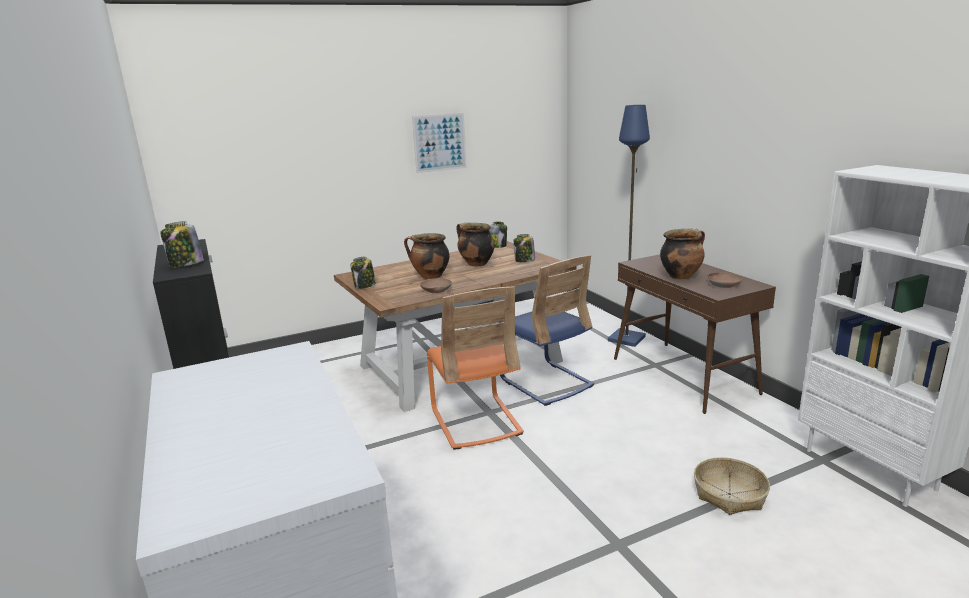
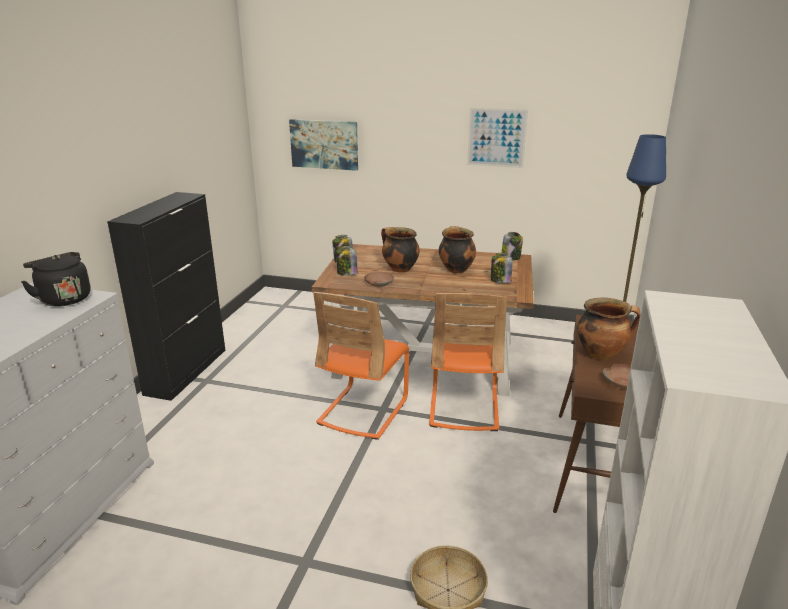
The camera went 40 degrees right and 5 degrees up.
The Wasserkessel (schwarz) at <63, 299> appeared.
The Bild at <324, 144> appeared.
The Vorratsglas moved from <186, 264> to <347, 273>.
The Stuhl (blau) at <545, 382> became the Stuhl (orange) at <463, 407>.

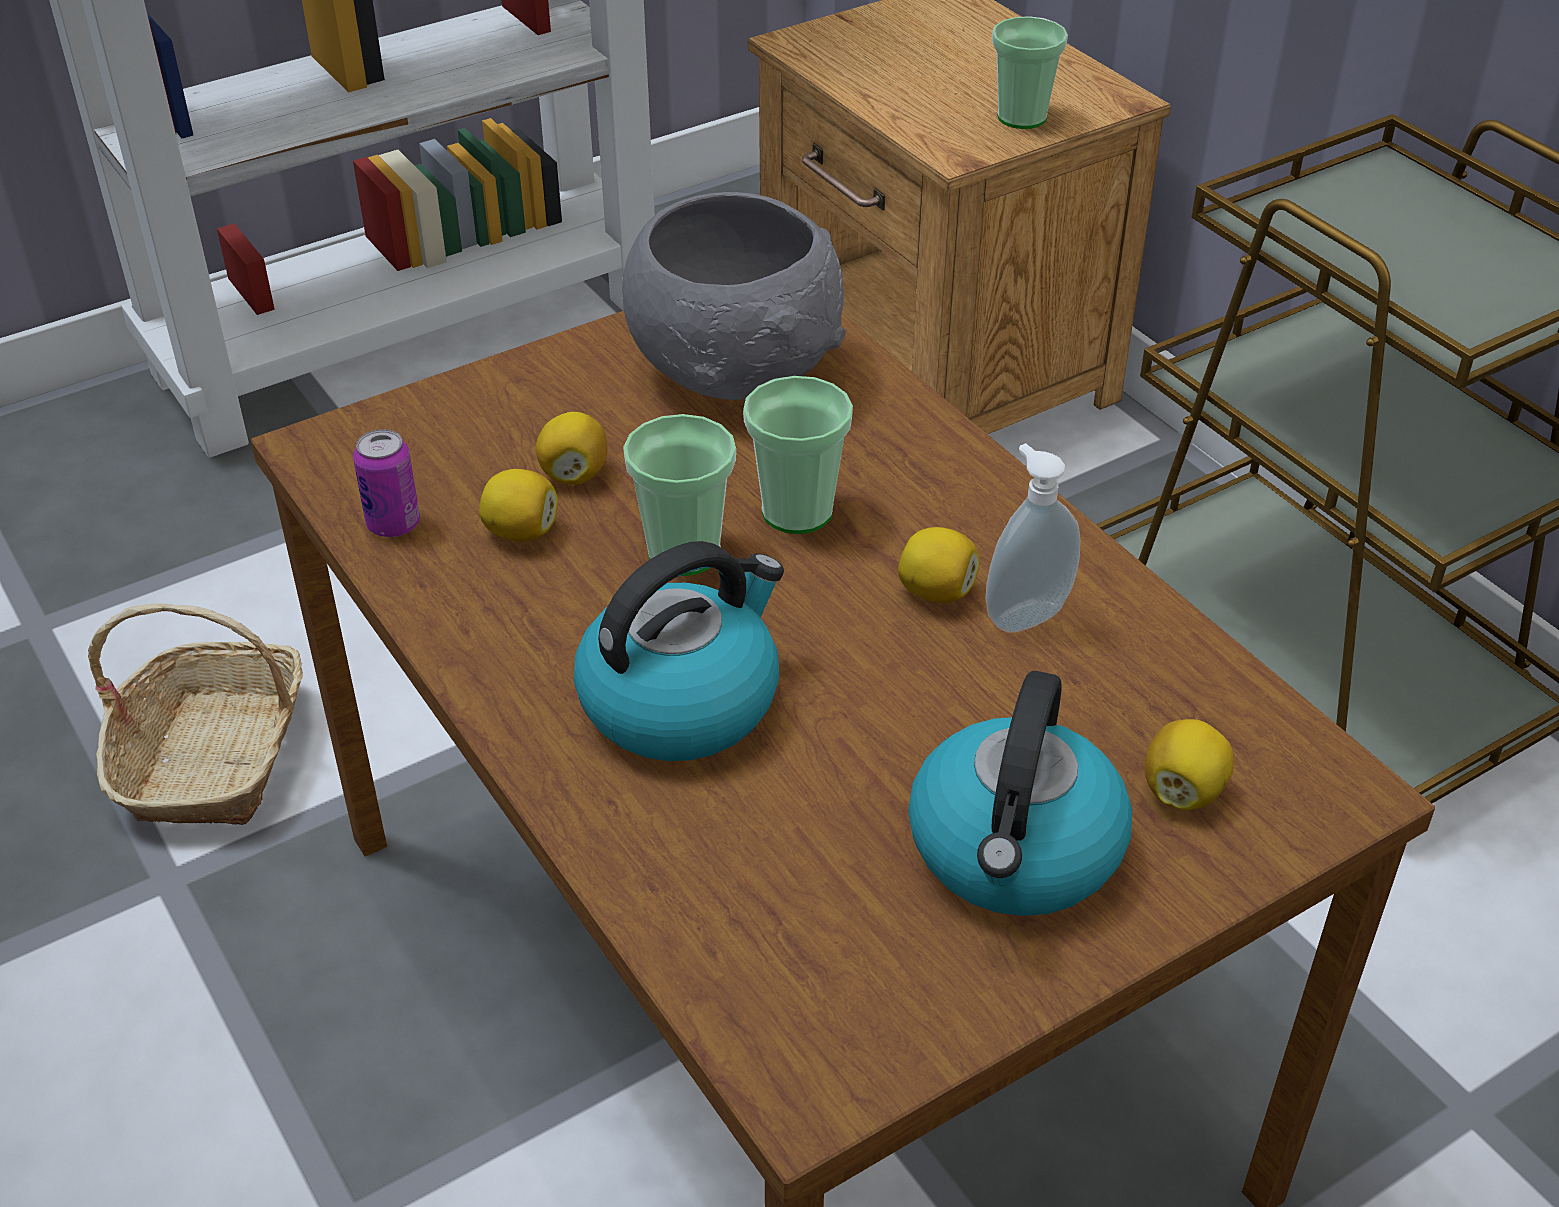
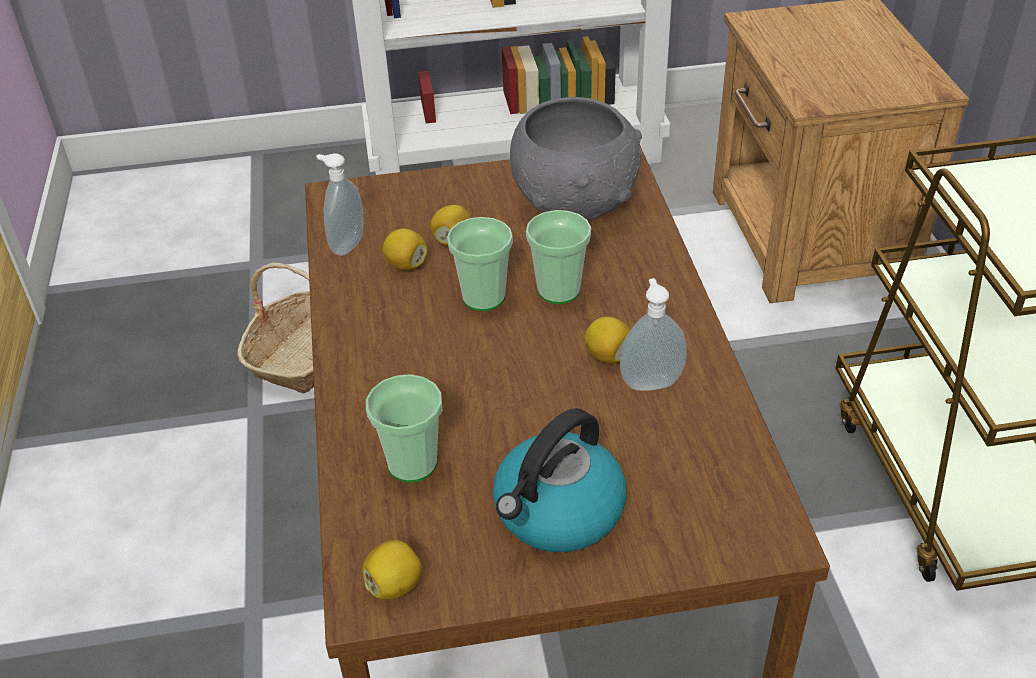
The camera went 25 degrees right and 0 degrees up.
The Dose at <393, 524> was replaced by the Seifenspender at <345, 245>.
The Zitrone moved from <1183, 791> to <395, 585>.
The Tasse moved from <1022, 117> to <412, 463>.
The Wasserkessel at <681, 700> disappeared.

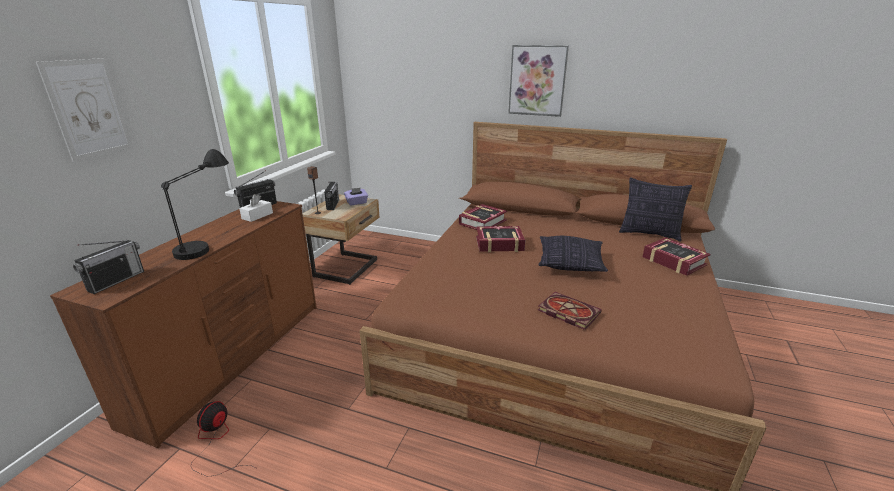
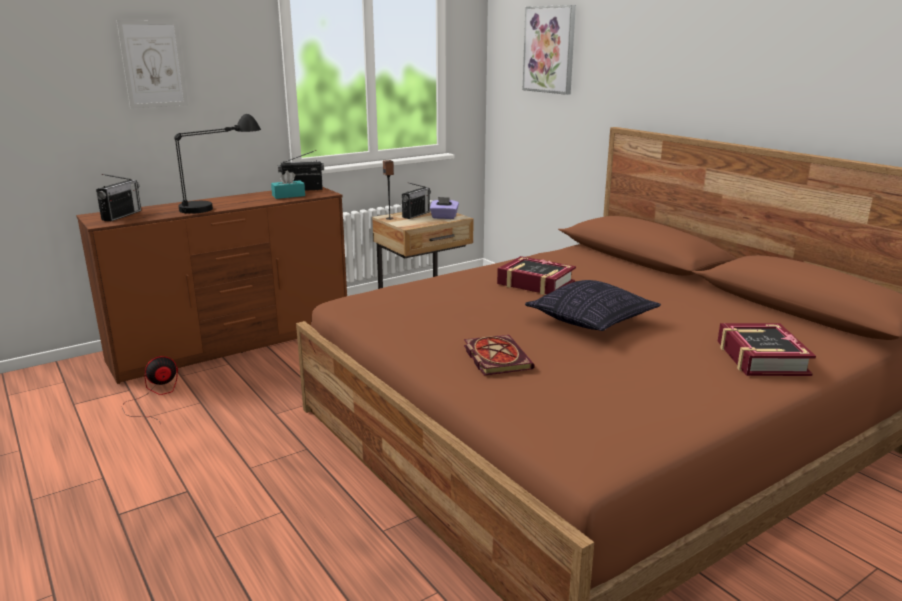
The camera went 35 degrees right and 5 degrees down.
The Radio at <116, 281> turned 45 degrees counterclockwise.
The Taschentuchbox (weiß) at <257, 216> became the Taschentuchbox (türkis) at <288, 196>.
The Bild moved from <537, 80> to <549, 49>.
The Buch at <482, 222> disappeared.
The Kissen at <649, 234> disappeared.

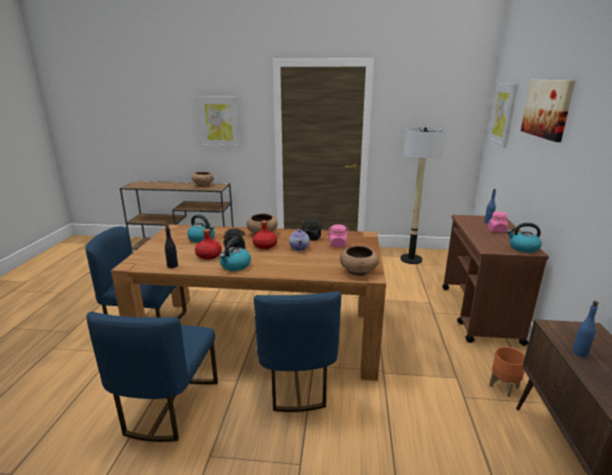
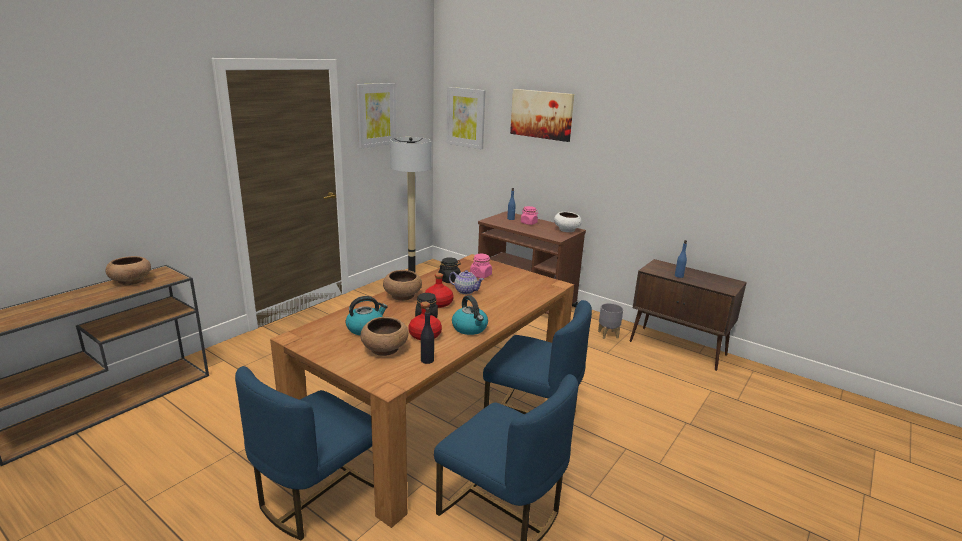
The camera went 60 degrees left and 0 degrees up.
The Bild moved from <219, 122> to <376, 115>.
The Schüssel (braun) moved from <358, 271> to <385, 349>.
The Wasserkessel at <523, 248> was replaced by the Schüssel (weiß) at <567, 230>.
The Pflanzkübel (orange) at <504, 387> became the Pflanzkübel (grau) at <608, 334>.

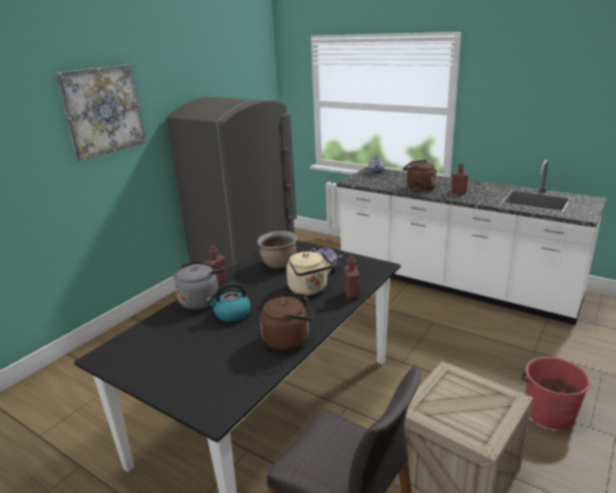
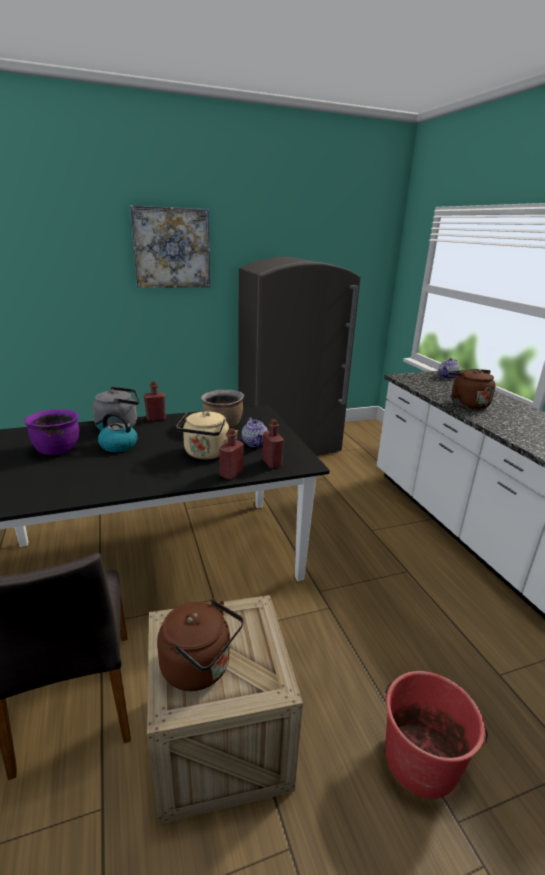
The camera went 35 degrees right and 0 degrees up.
The Kochtopf (lila) at <57, 449> appeared.
The Wasserkessel (braun) moved from <289, 339> to <200, 667>.
The Flasche (rot) moved from <458, 192> to <272, 463>.

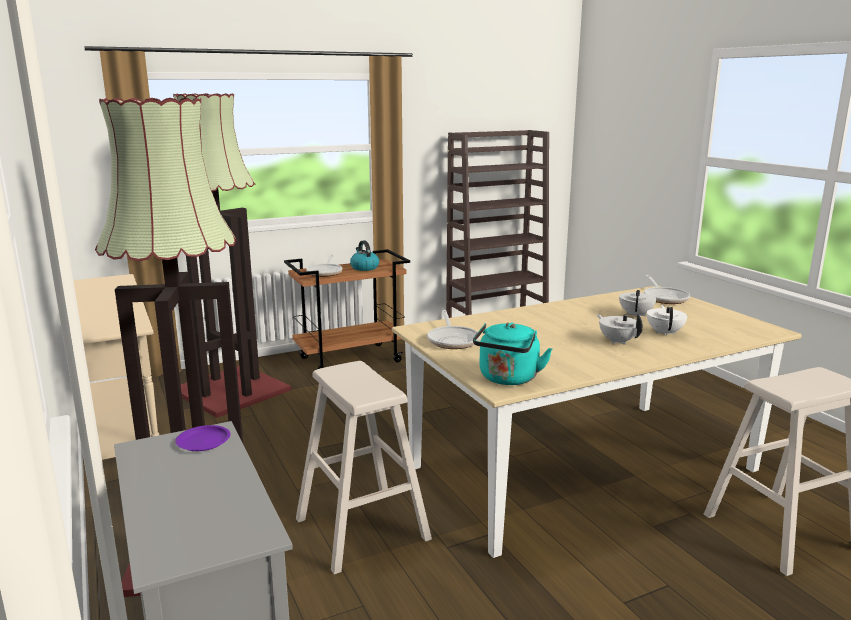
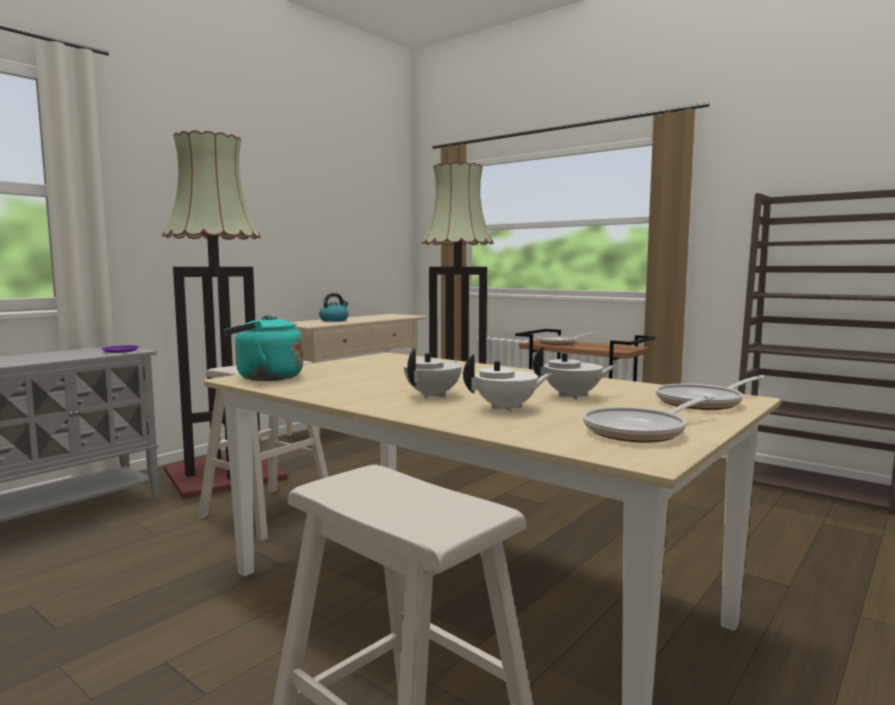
The camera went 65 degrees right and 10 degrees down.
The Wasserkessel moved from <364, 267> to <334, 320>.
The Pfanne moved from <453, 340> to <640, 431>.

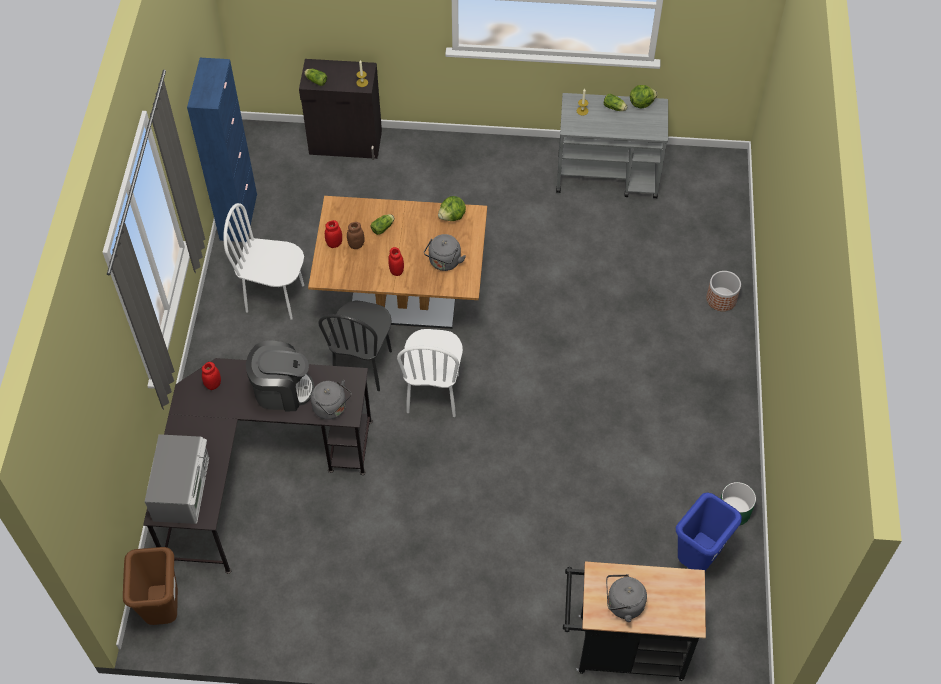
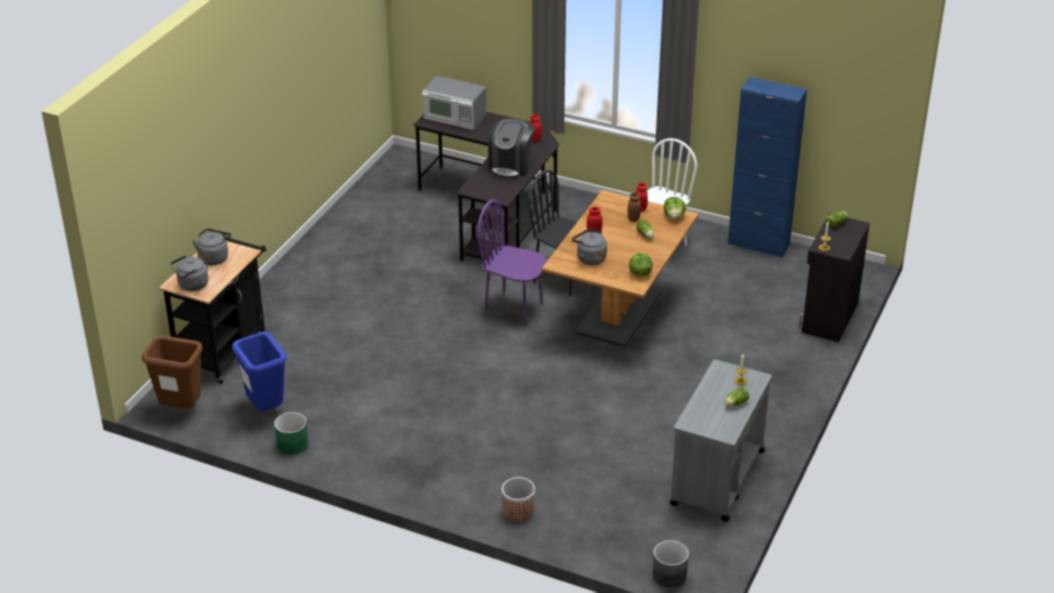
The camera went 110 degrees right and 20 degrees down.
The Mülleimer (braun) moved from <164, 610> to <181, 409>.
The Wasserkessel (grau) moved from <332, 408> to <191, 286>.
The Stuhl (weiß) at <433, 393> became the Stuhl (lila) at <513, 309>.
The Pflanzkübel (grau) at <670, 575> appeared.
The Salatkopf moved from <641, 103> to <674, 217>.

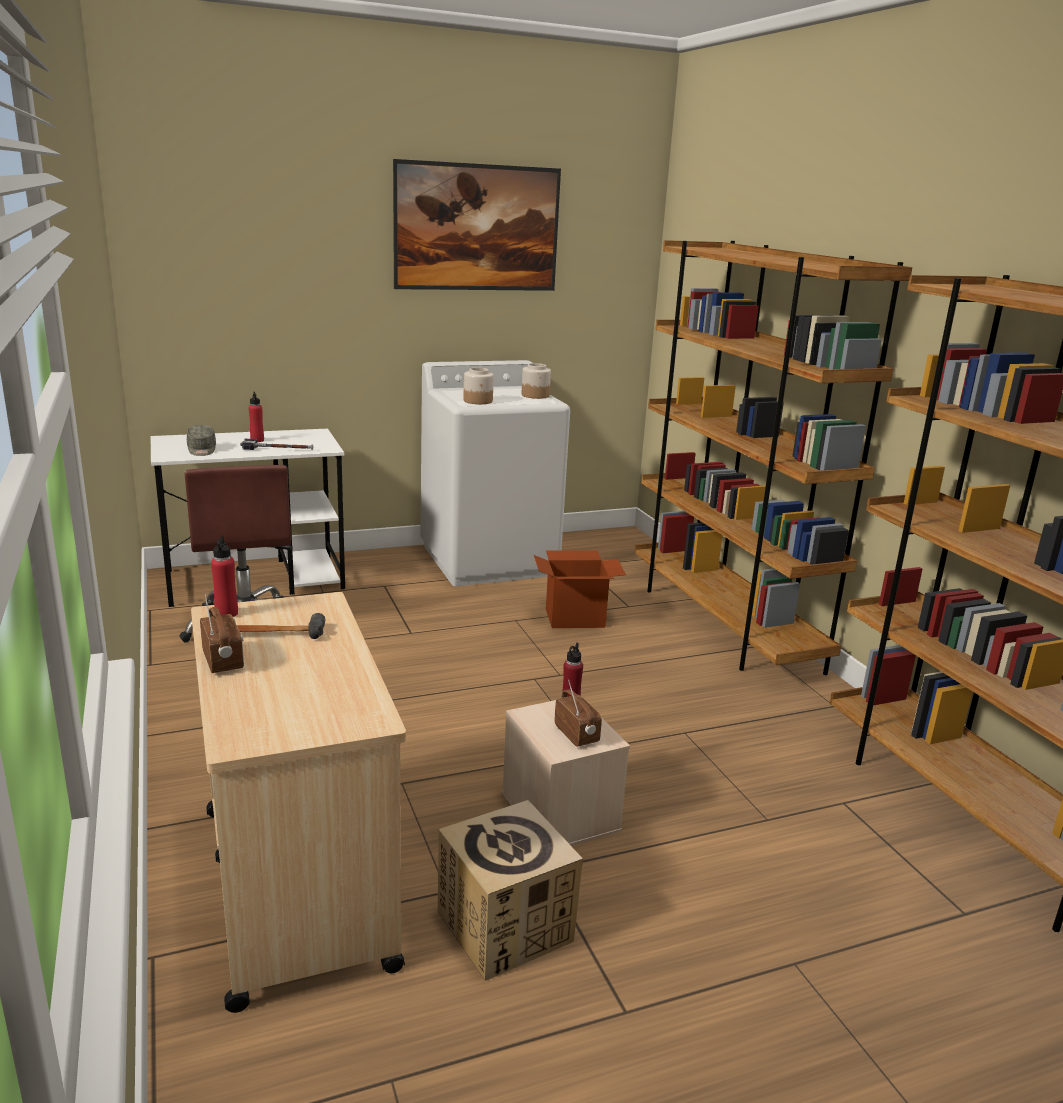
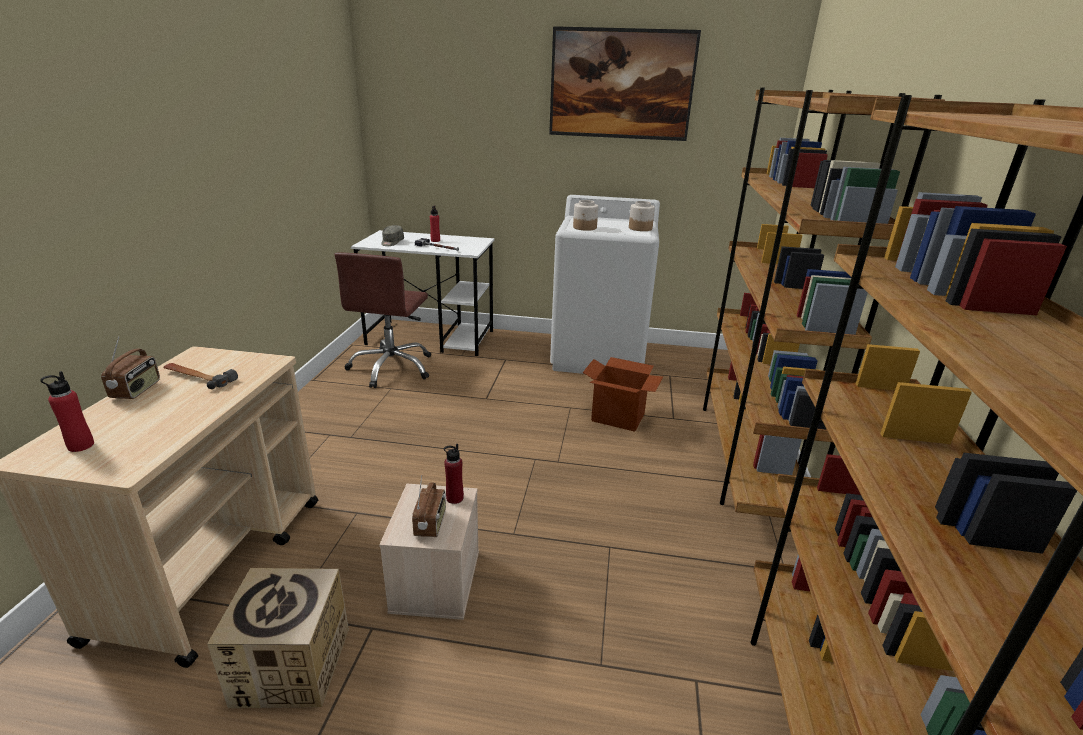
The camera went 30 degrees right and 5 degrees up.
The Flasche (rot) moved from <226, 613> to <81, 445>.

